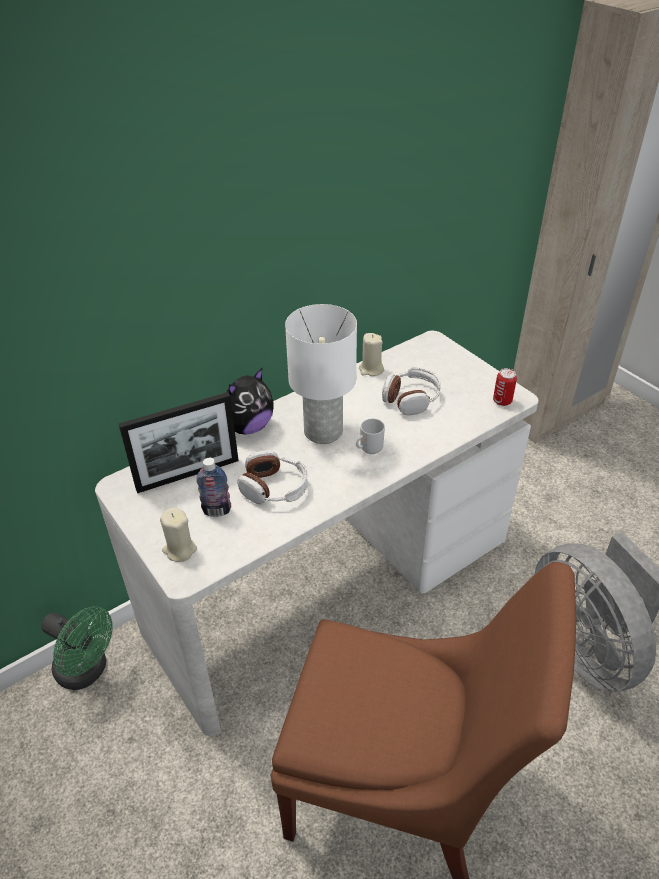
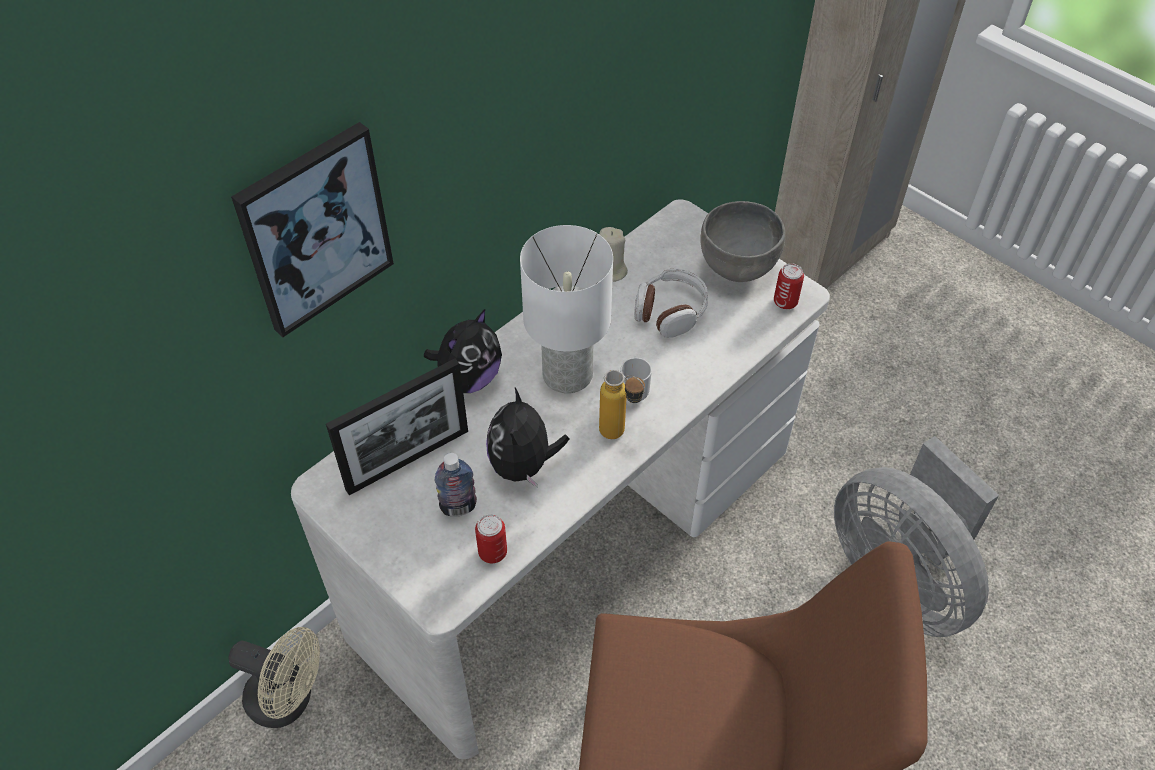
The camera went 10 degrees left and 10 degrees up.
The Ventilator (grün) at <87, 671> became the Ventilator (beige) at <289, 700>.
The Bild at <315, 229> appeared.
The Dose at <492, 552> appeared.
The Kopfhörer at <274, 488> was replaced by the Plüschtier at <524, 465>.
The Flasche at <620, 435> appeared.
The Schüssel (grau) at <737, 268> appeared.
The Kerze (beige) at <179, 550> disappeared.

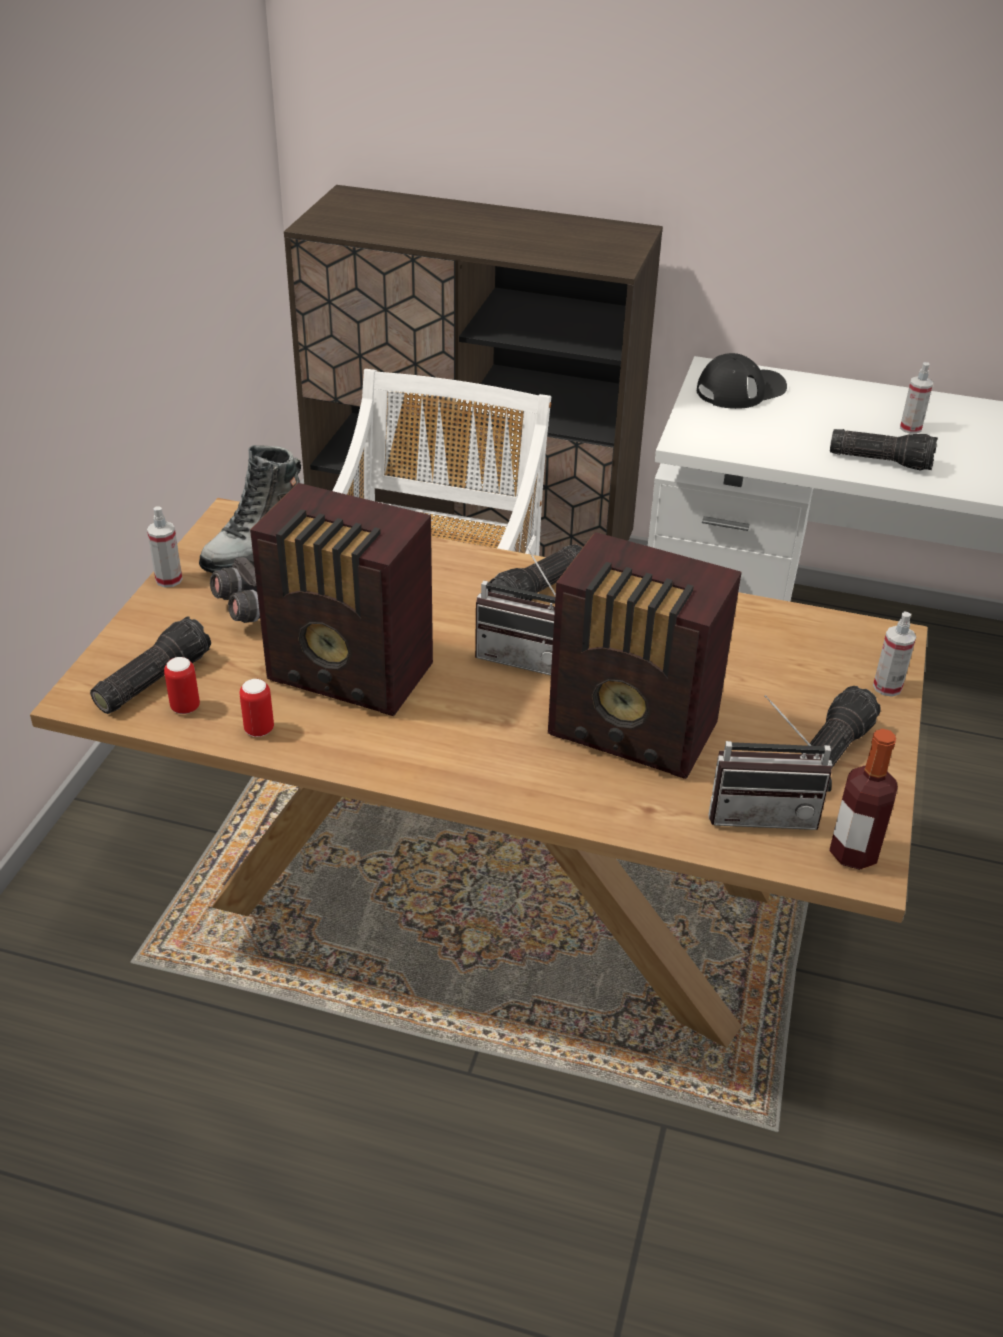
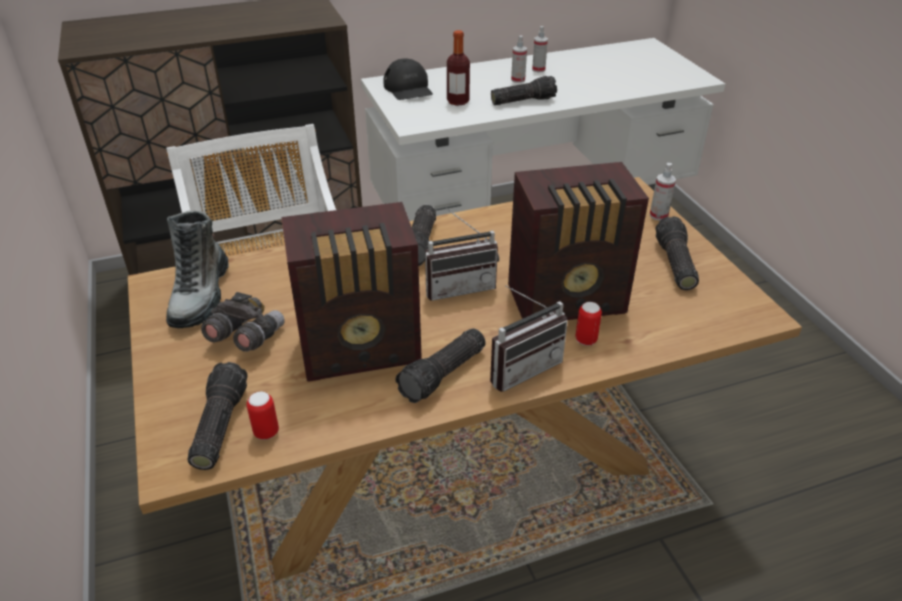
The camera went 35 degrees left and 0 degrees up.
The Kappe (schwarz) at <740, 390> turned 135 degrees clockwise.
The Taschenlampe at <444, 375> appeared.
The Flasche moved from <853, 853> to <458, 101>.
The Radio moved from <763, 811> to <521, 367>.
The Sprühflasche moved from <169, 579> to <538, 69>.
The Dose moved from <259, 730> to <586, 340>.

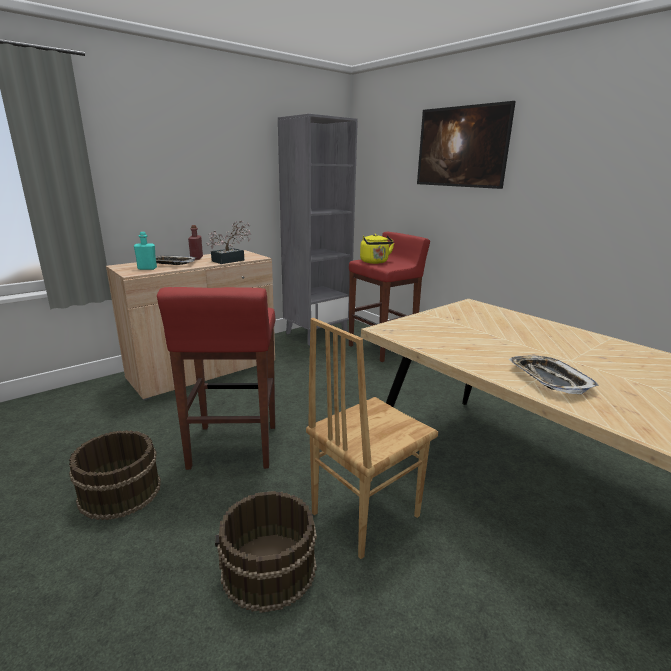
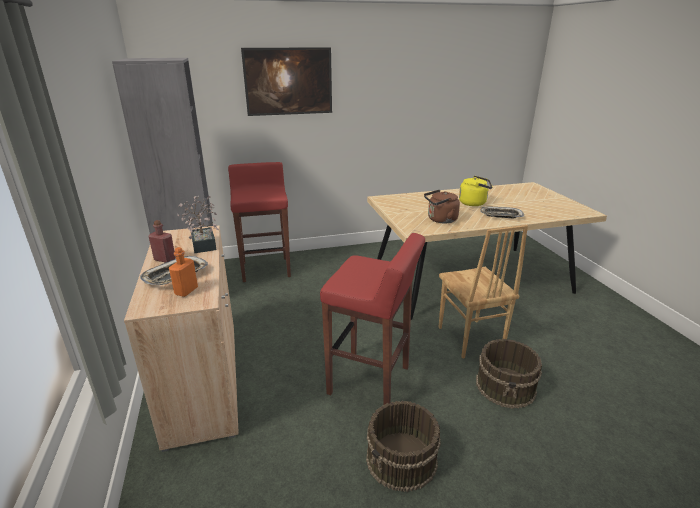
The camera went 65 degrees left and 5 degrees up.
The Flasche (türkis) at <147, 268> became the Flasche (orange) at <186, 291>.
The Wasserkessel (braun) at <440, 220> appeared.
The Wasserkessel (gelb) moved from <375, 262> to <474, 203>.

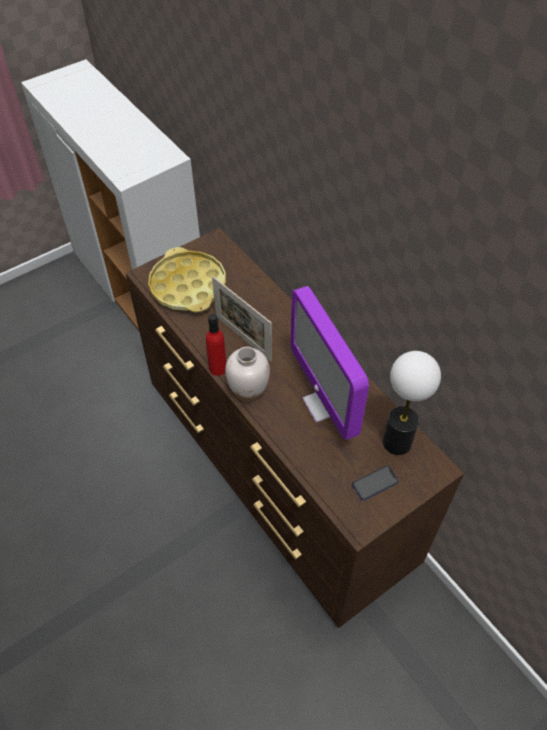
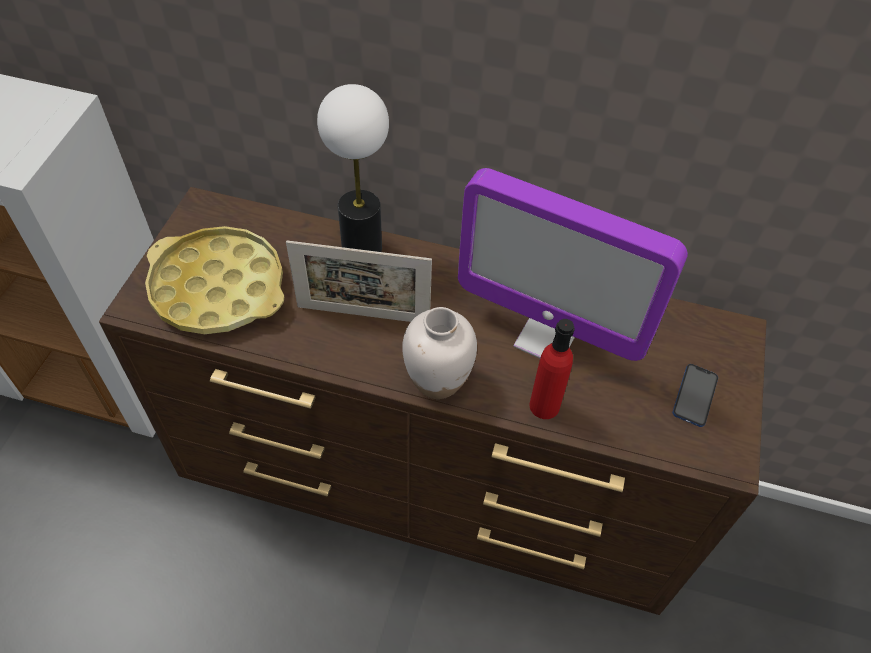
The camera went 40 degrees left and 0 degrees up.
The Tischlampe moved from <396, 443> to <362, 249>.
The Flasche (rot) moved from <218, 368> to <544, 406>.

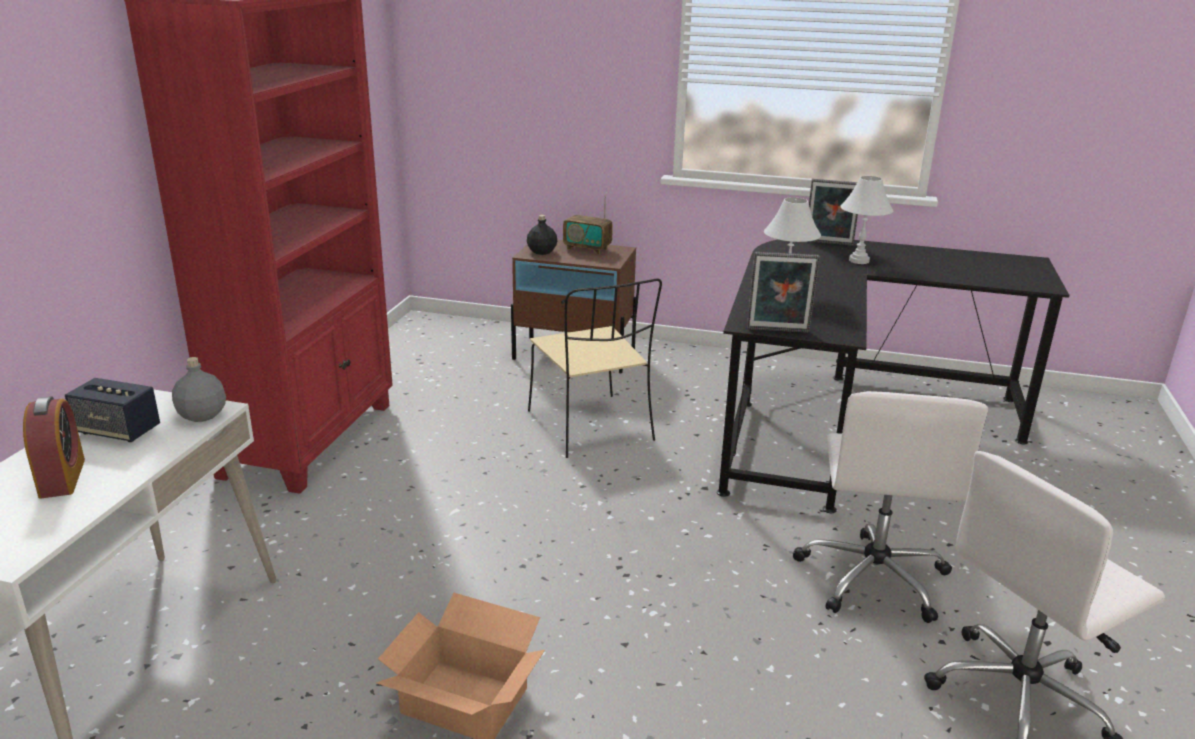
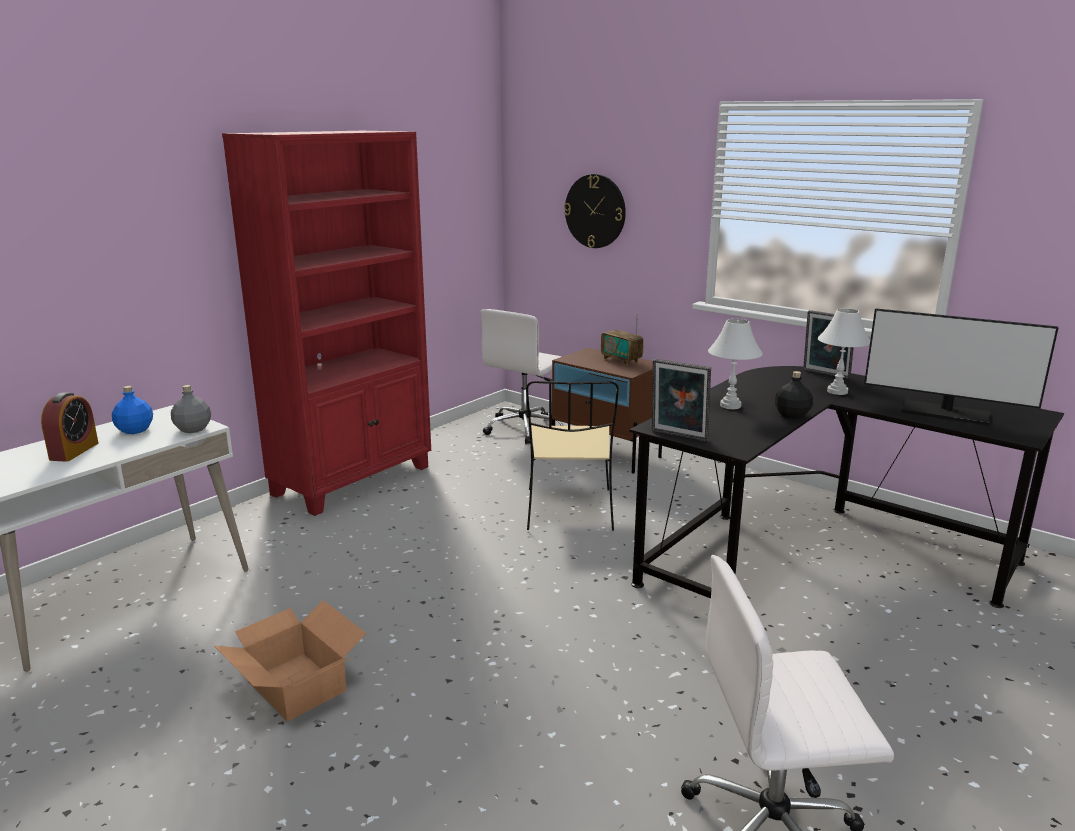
The camera went 25 degrees right and 5 degrees down.
The Lautsprecher at <118, 431> was replaced by the Flasche (blau) at <135, 430>.
The Bürostuhl (weiß) moved from <873, 577> to <525, 429>.
The Wanduhr at <595, 211> appeared.
The Flasche (schwarz) moved from <542, 252> to <792, 415>.
The Monitor at <945, 413> appeared.

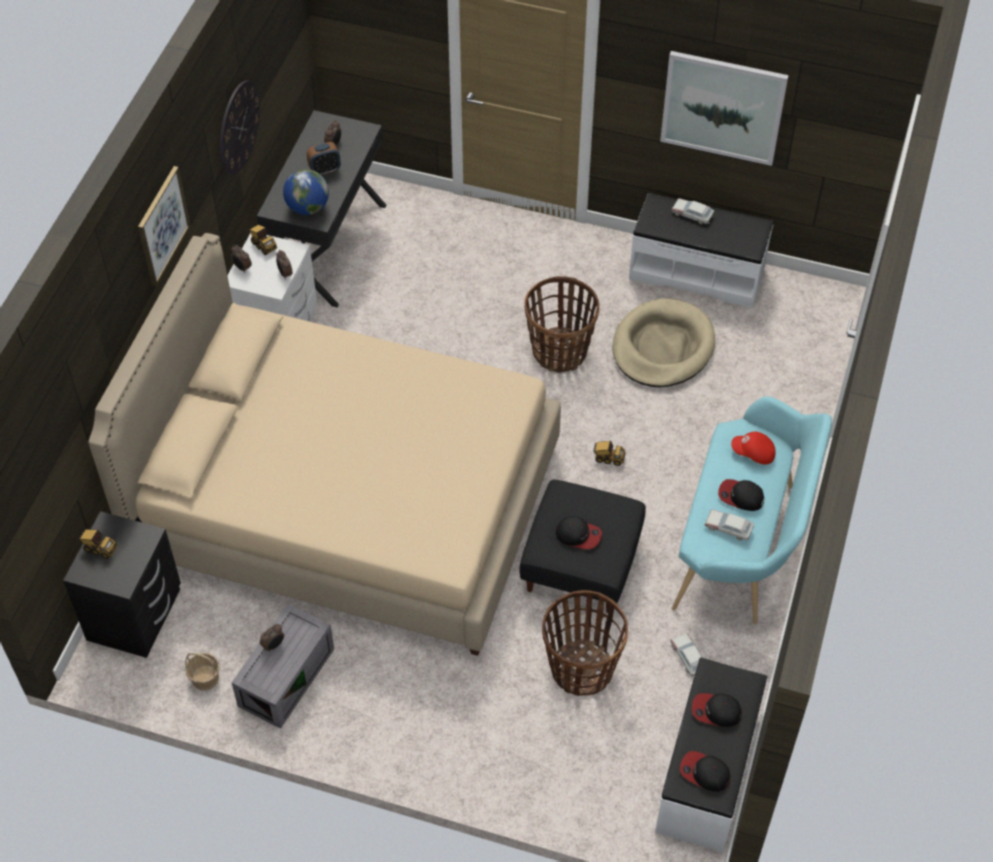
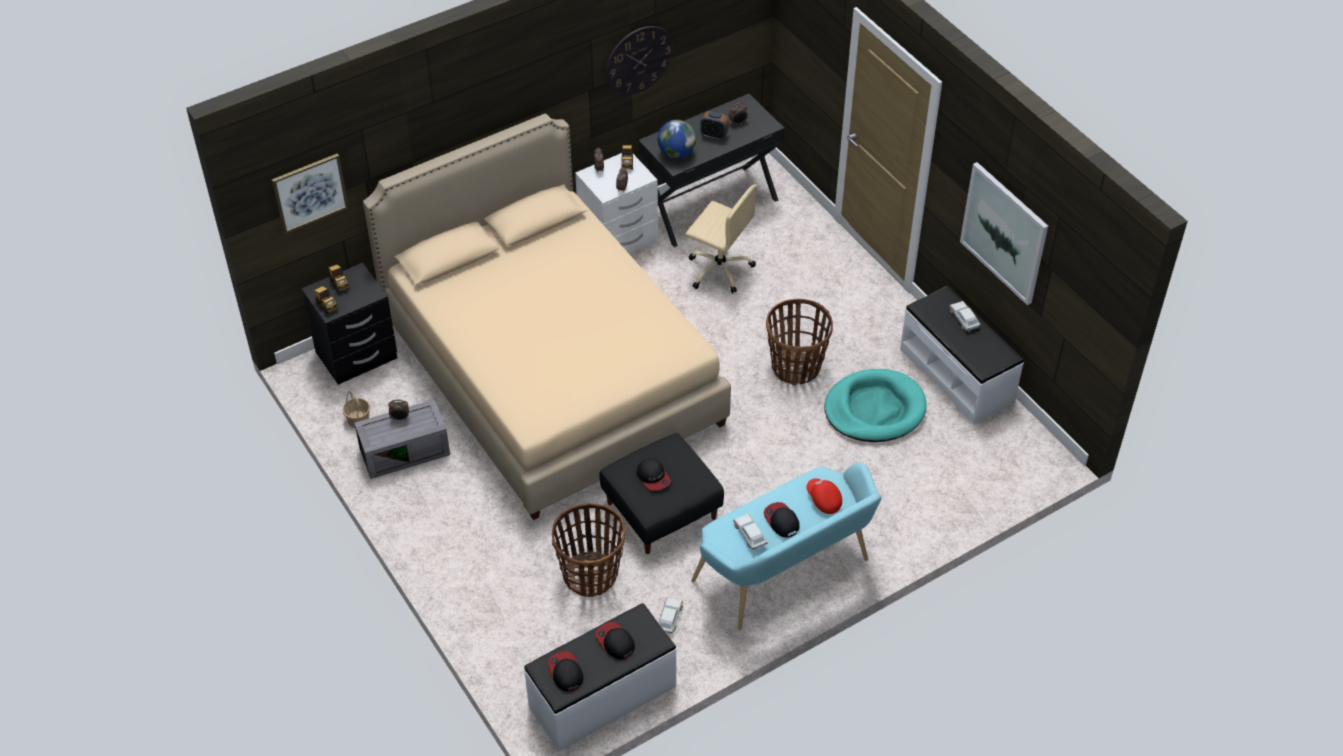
The camera went 40 degrees right and 5 degrees down.
The Bild moved from <162, 225> to <310, 192>.
The Spielzeuglaster moved from <608, 458> to <326, 305>.
The Bürostuhl (beige) at <719, 269> appeared.
The Hundebett (beige) at <662, 347> became the Hundebett (türkis) at <874, 409>.

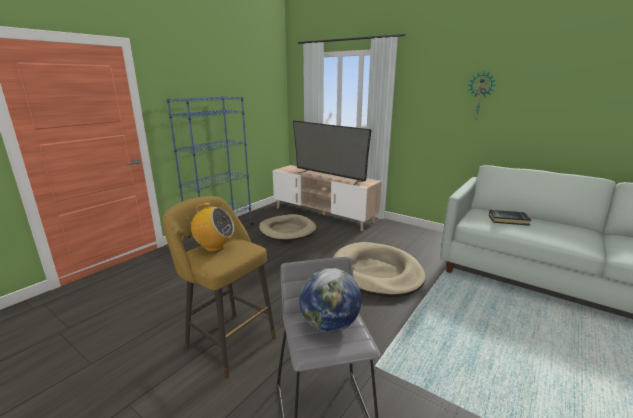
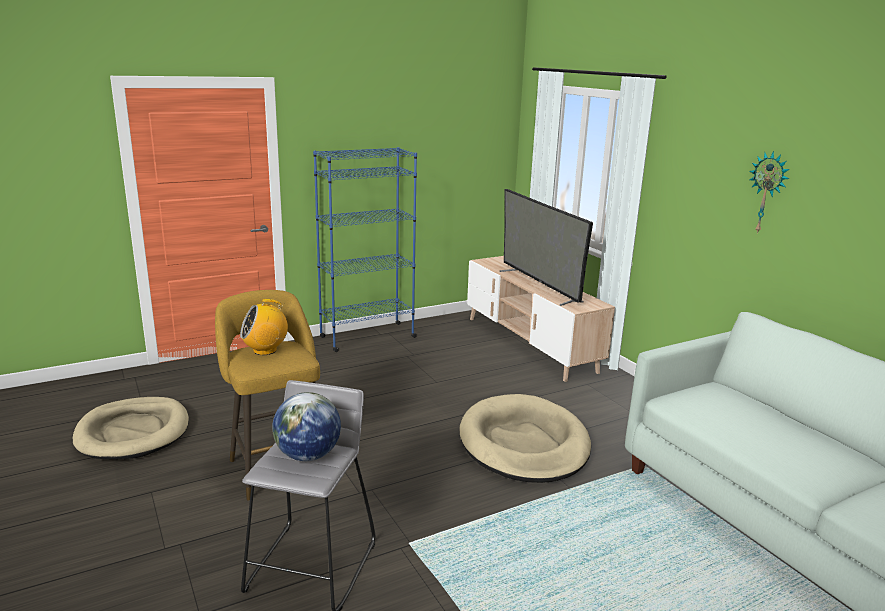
The camera went 25 degrees right and 0 degrees up.
The Hundebett (beige) moved from <287, 230> to <133, 432>.
The Radio at <214, 247> turned 120 degrees clockwise.
The Buch (schwarz) at <508, 220> disappeared.

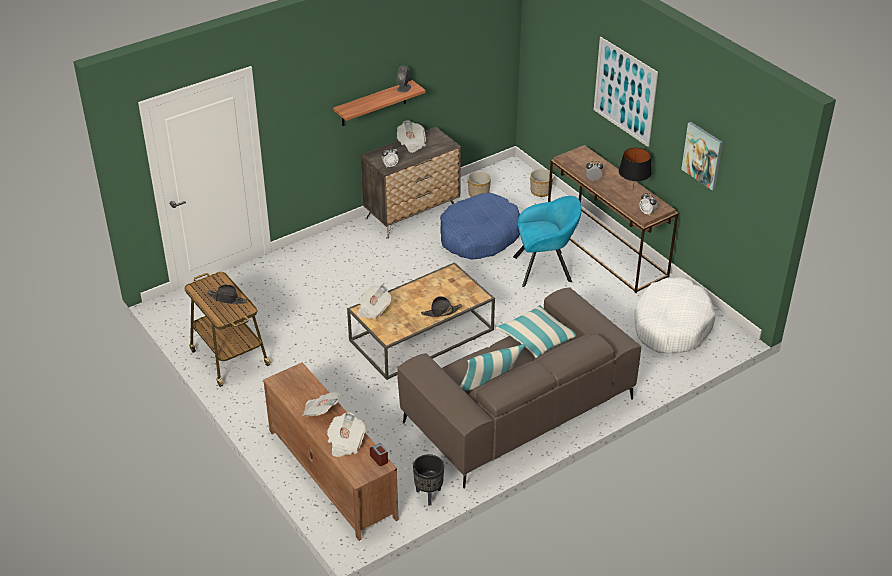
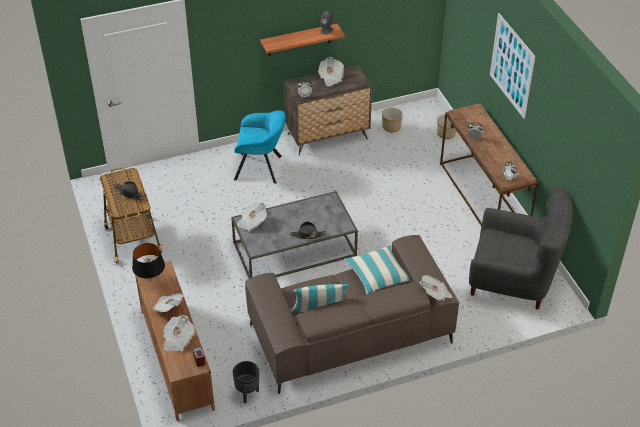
The camera went 15 degrees right and 5 degrees up.
The Tischlampe (schwarz) moved from <633, 189> to <151, 280>.
The Couchtisch (braun) at <422, 336> became the Couchtisch (grau) at <294, 250>.
The Sessel (türkis) moved from <545, 268> to <261, 168>.
The Zeitung at <435, 294> appeared.
The Hundebett (weiß) at <671, 325> was replaced by the Sessel (grau) at <513, 281>.
The Hundebett (blau) at <479, 236> disappeared.
The Bild at <703, 155> disappeared.

